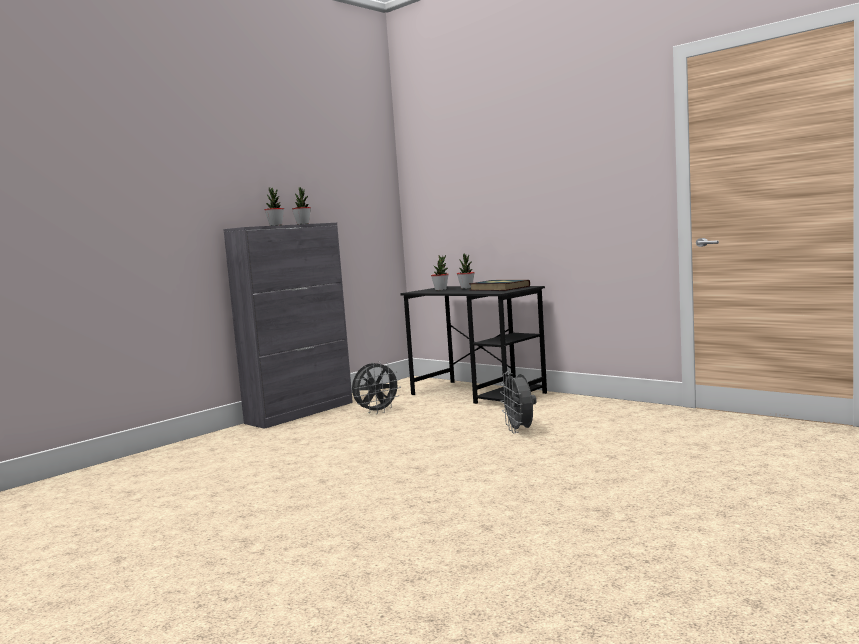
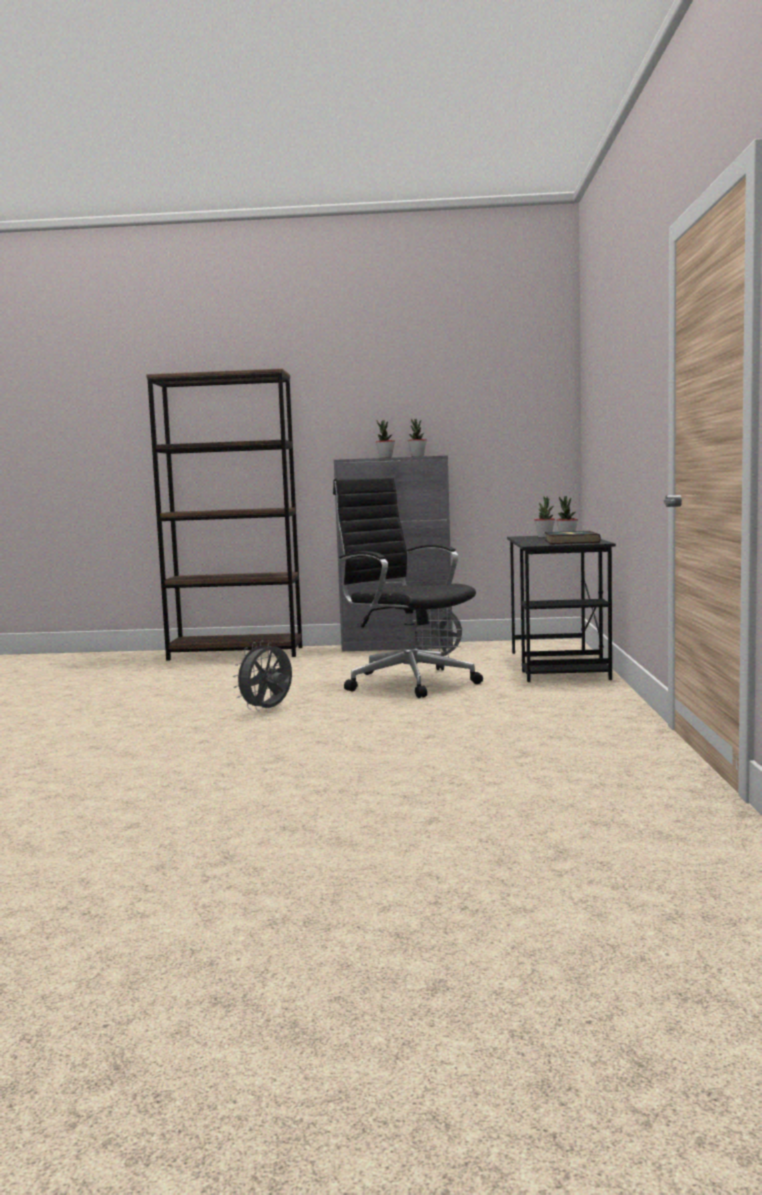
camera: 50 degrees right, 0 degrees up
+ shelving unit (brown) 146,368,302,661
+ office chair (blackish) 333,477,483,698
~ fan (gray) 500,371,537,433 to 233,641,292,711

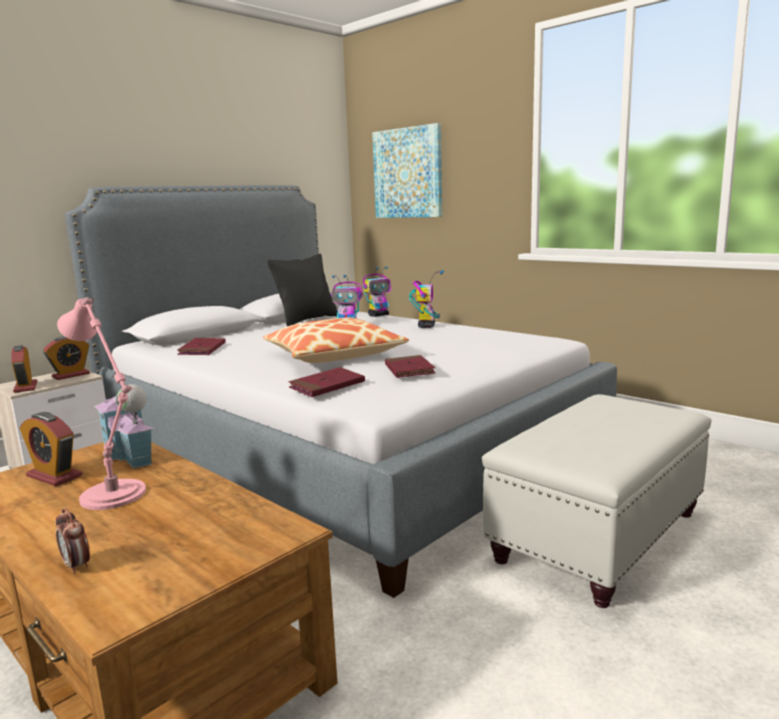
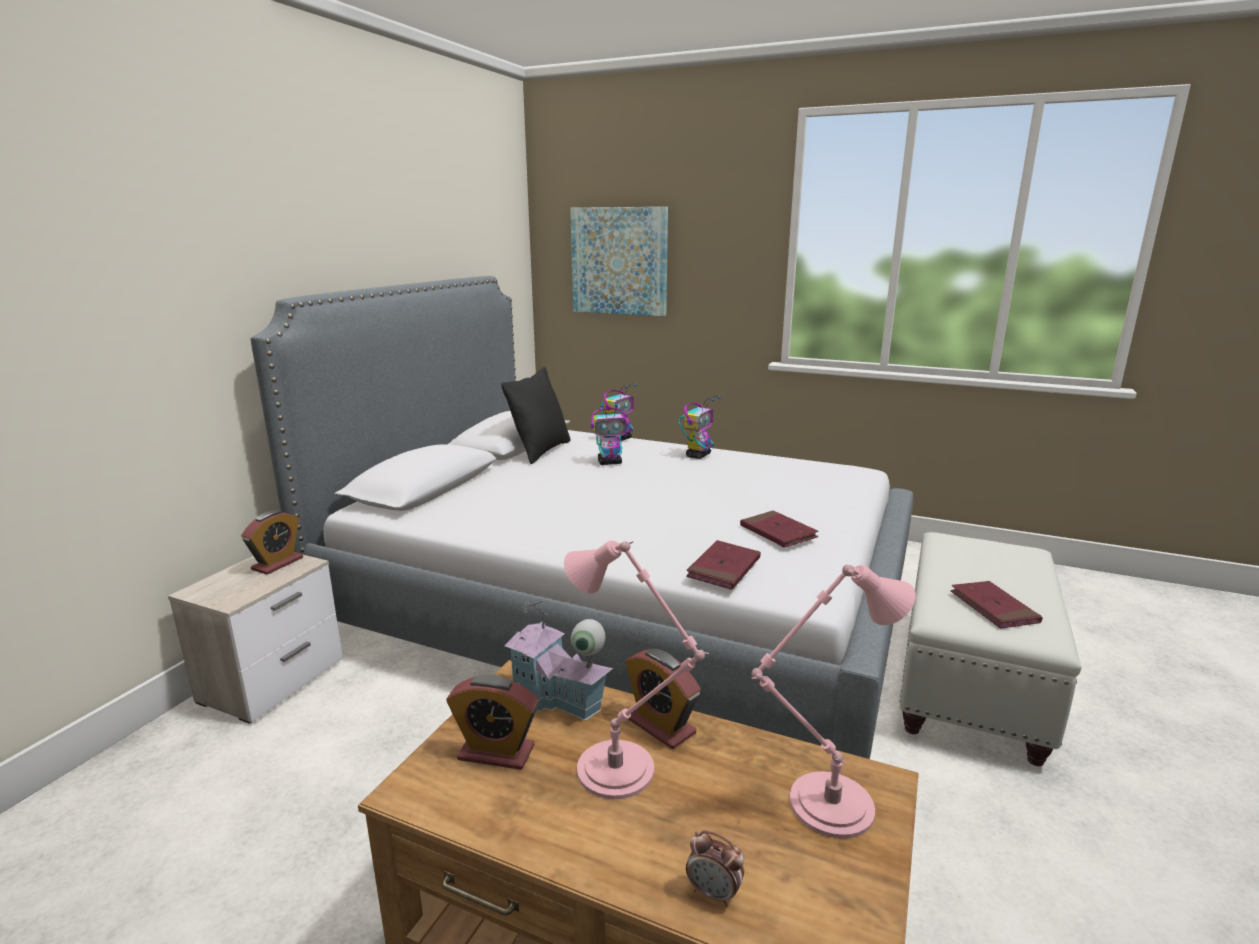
camera: 20 degrees left, 5 degrees up
- cushion 263,318,409,363
+ lamp for a table (pink) 751,565,916,839
~ alarm clock 11,345,37,393 to 626,649,701,749
~ bound book (red) 177,338,226,355 to 950,581,1043,629
~ toy robot 409,270,444,328 = 679,396,721,459 45 degrees clockwise

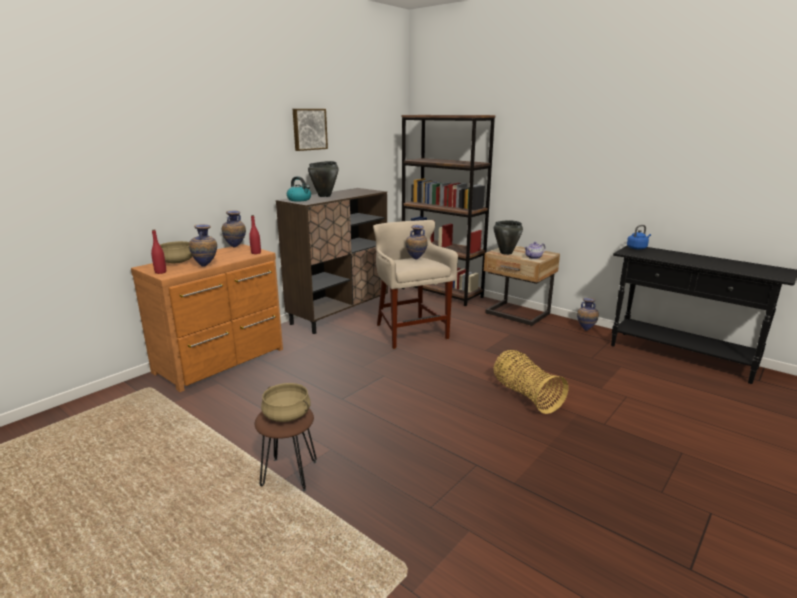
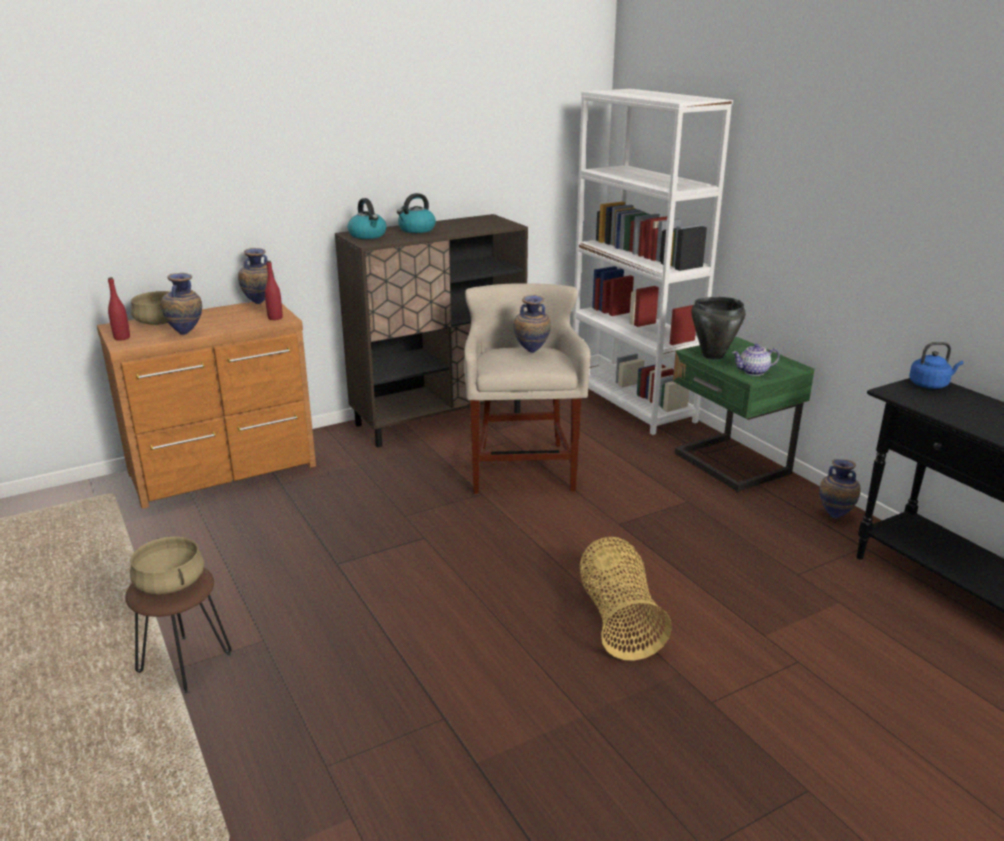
camera: 20 degrees right, 5 degrees up
- wall art 293,109,328,151
~ saucepot (blackish) 308,161,338,197 to water kettle 397,193,436,233
~ shelving unit (brown) 402,115,495,306 to shelving unit (whitish) 573,89,733,435
~ bedside table (sand-coloured) 484,246,560,326 to bedside table (greenish) 673,337,815,493

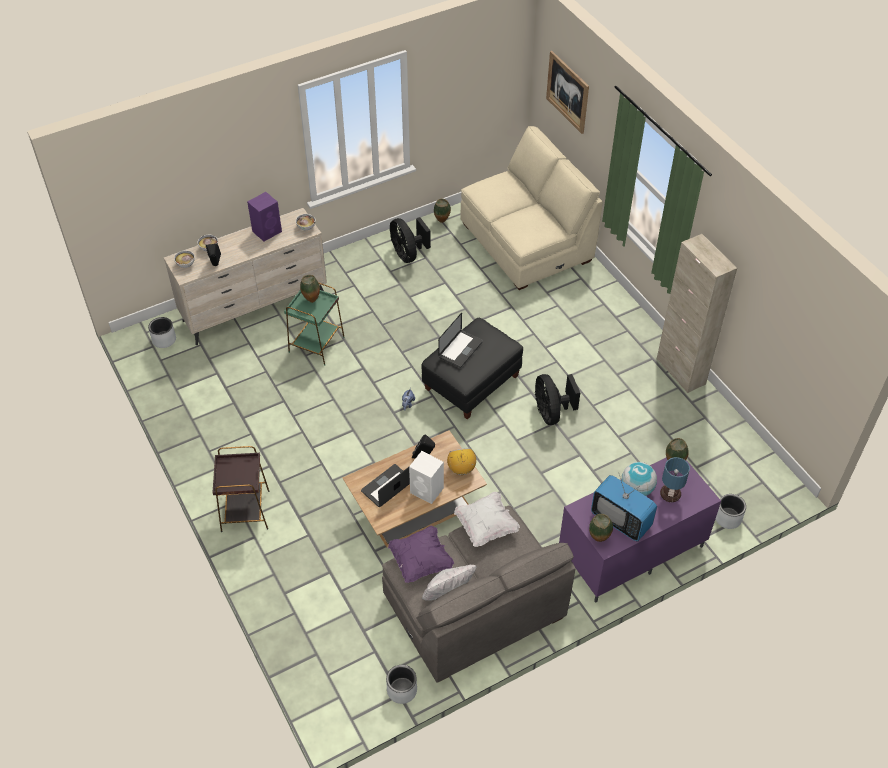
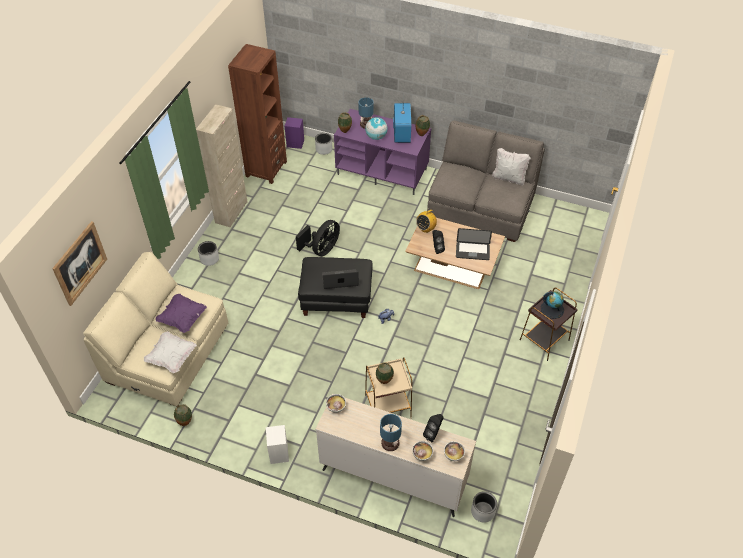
camera: 130 degrees left, 0 degrees up
- fan (blackish) 390,217,431,263
+ shelving unit (brown) 228,44,287,184
+ lamp for a table 380,414,402,451
+ desk globe 541,291,564,319
~ loudspeaker (purple) 247,192,282,241 to 285,117,304,149
~ flower pot (gray) 386,665,417,704 to 198,241,219,266
~ cushion (purple) 388,526,454,583 to 156,294,207,333
~ loudspeaker (whitish) 409,451,444,504 to 266,425,289,464
~ cushion (whitish) 454,492,520,547 to 143,331,197,373
~ side table (greenish) 284,282,345,366 to side table (sand-coloured) 365,357,412,418

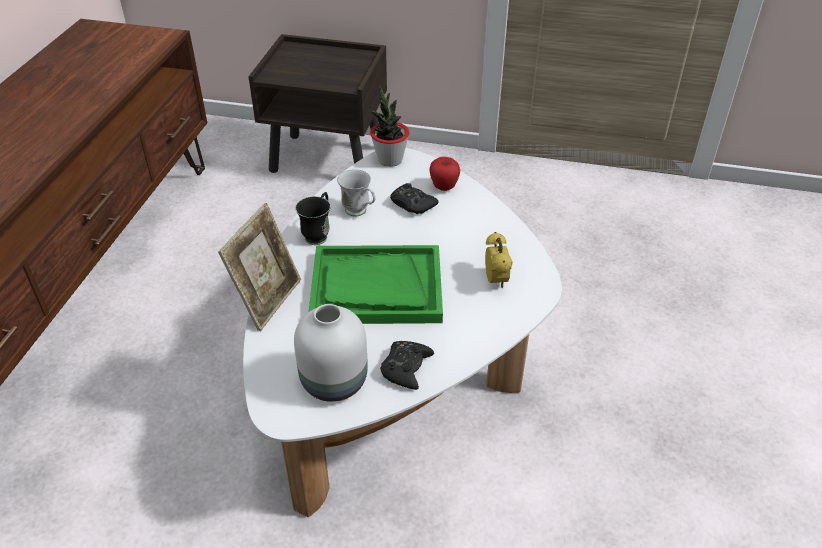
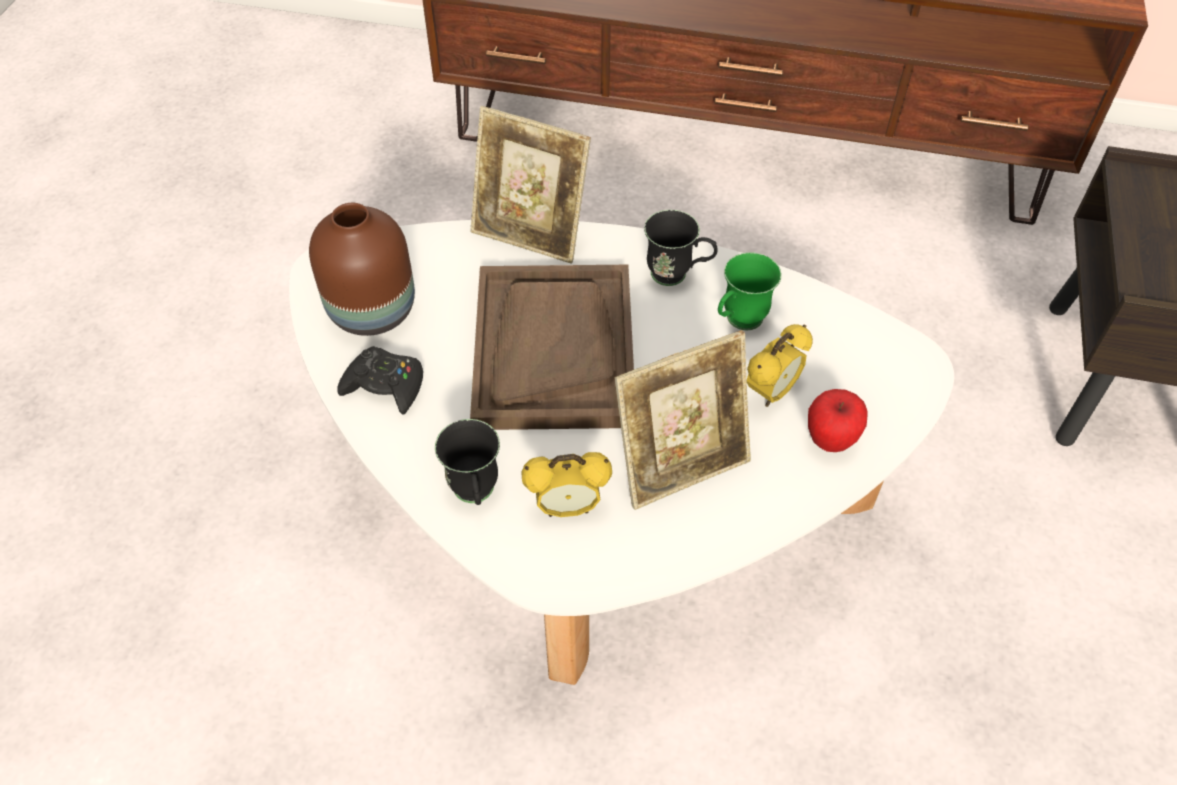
camera: 90 degrees right, 10 degrees up
- houseplant 370,87,409,167
+ mug (blackish) 435,419,500,505
+ standing frame 614,330,751,510
~ game controller (blackish) 390,183,439,214 to alarm clock 747,324,813,407
~ vase (whitish) 294,304,368,402 to vase (brown) 309,203,415,336
~ tray (greenish) 309,245,443,324 to tray (brown) 470,265,634,430
~ mug (whitish) 337,169,376,217 to mug (greenish) 718,252,782,330

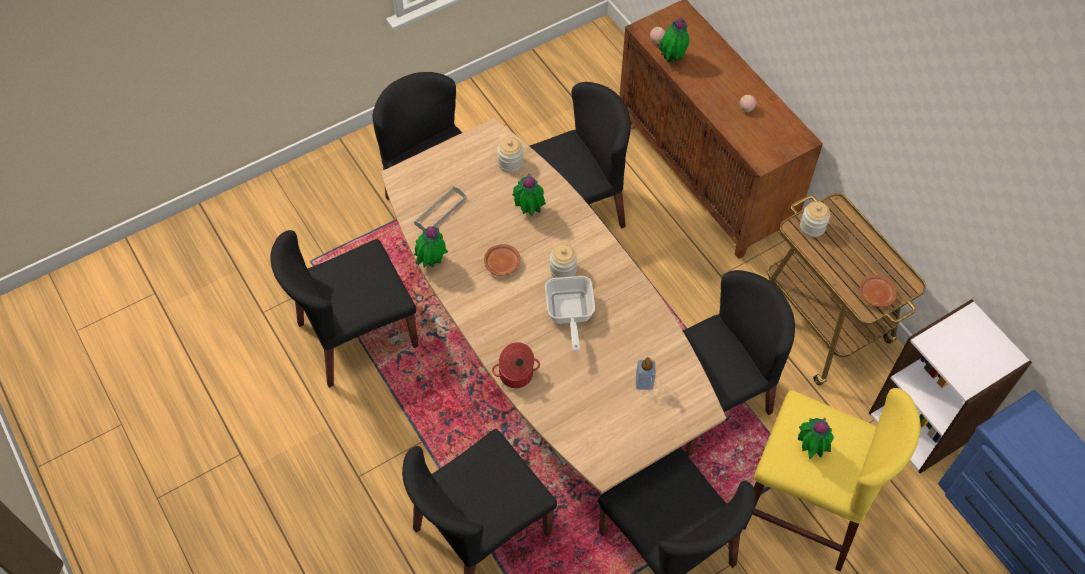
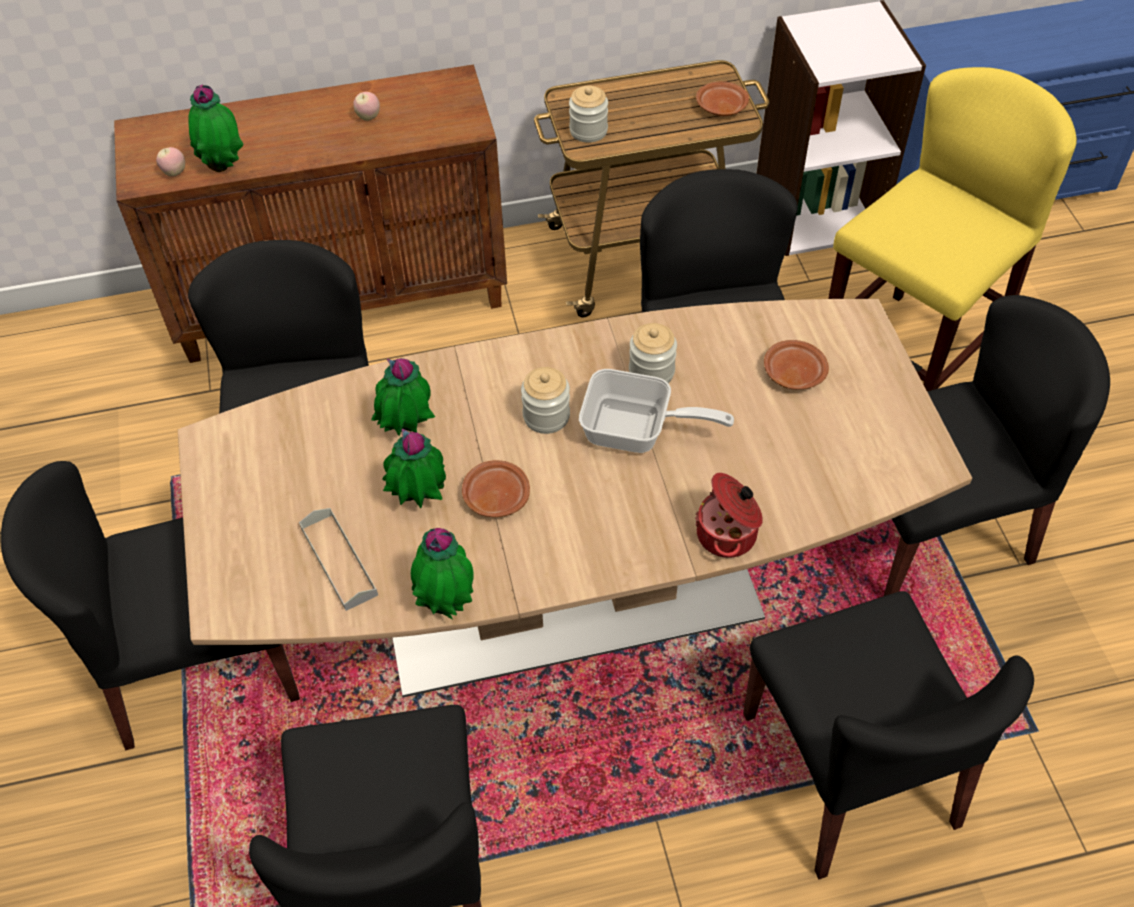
camera: 70 degrees left, 5 degrees down
~ jar 497,137,523,173 to 629,323,677,383
~ houseplant 797,418,834,459 to 382,428,446,508
~ liquid soap bottle 636,357,656,390 to plate (brown) 764,340,829,390

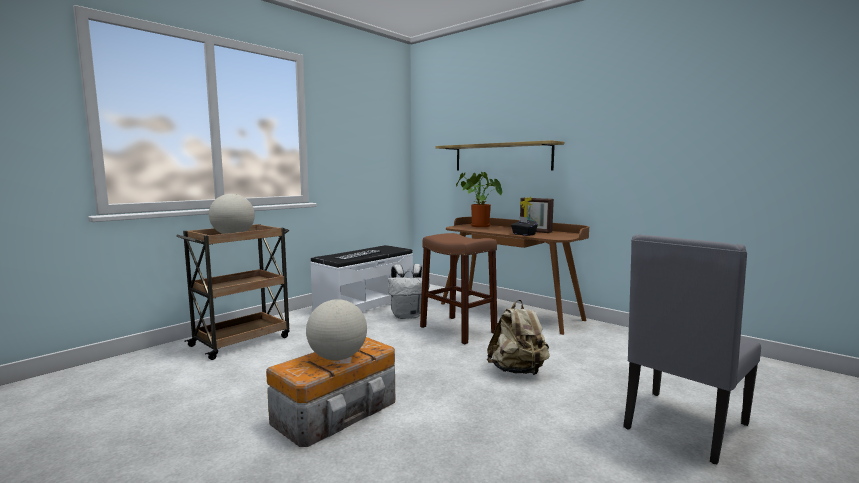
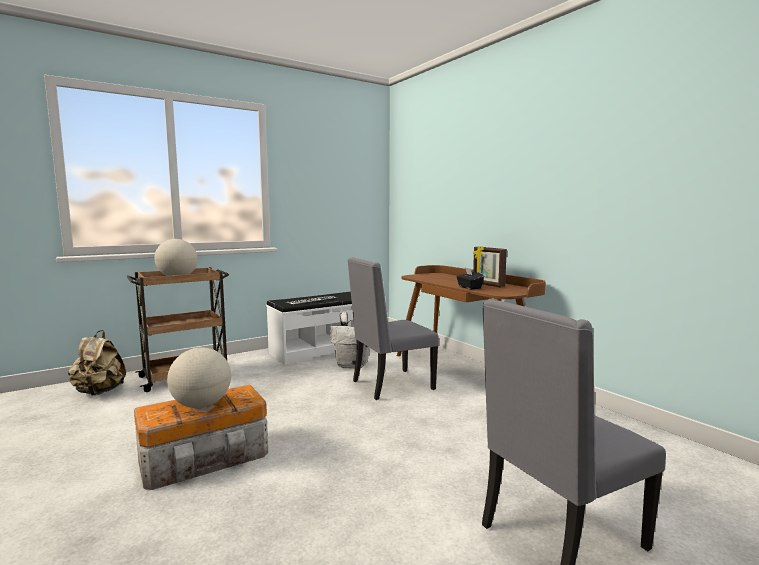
camera: 15 degrees right, 0 degrees up
- wall shelf 436,140,564,171
- houseplant 456,172,502,227
~ rucksack (sand-coloured) 487,300,550,375 to 68,330,126,396
~ stool seat (brown) 420,233,497,344 to plain chair (gray) 347,257,439,400

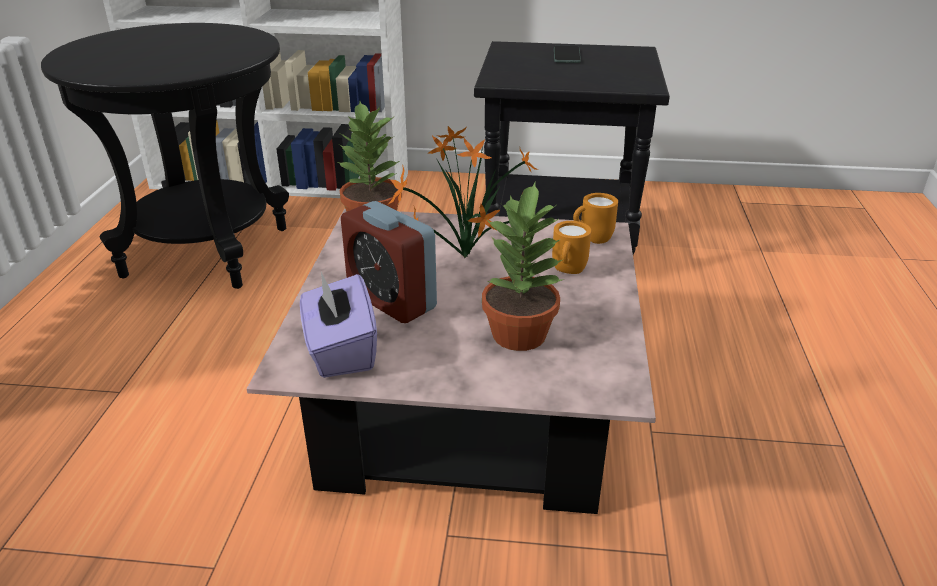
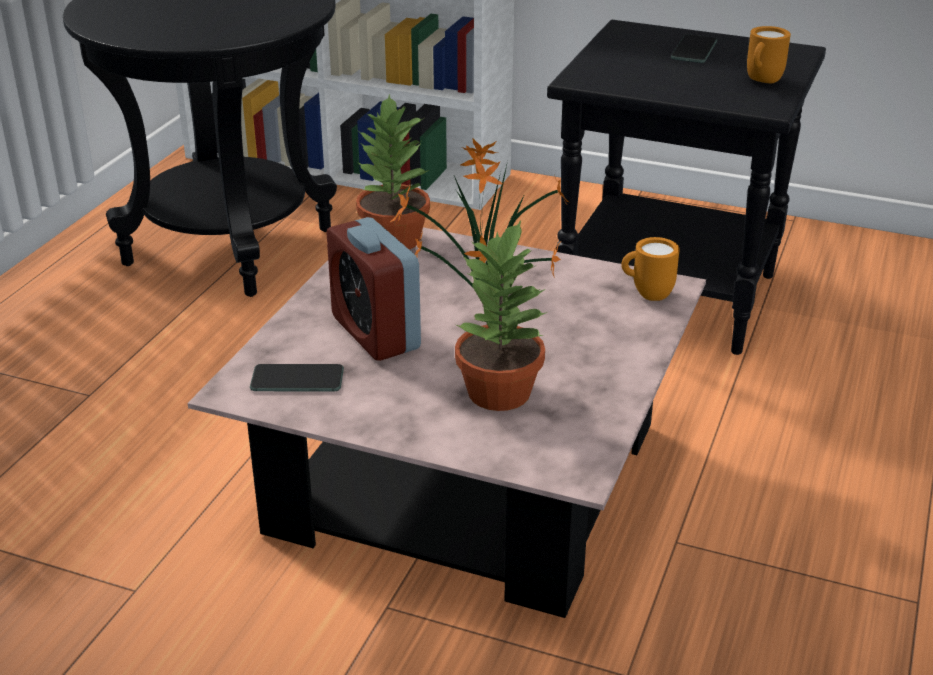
camera: 15 degrees right, 0 degrees up
~ mug (orange) 552,221,591,274 to 747,26,791,83
~ box of tissues (purple) 300,272,377,378 to telephone 250,364,344,392

